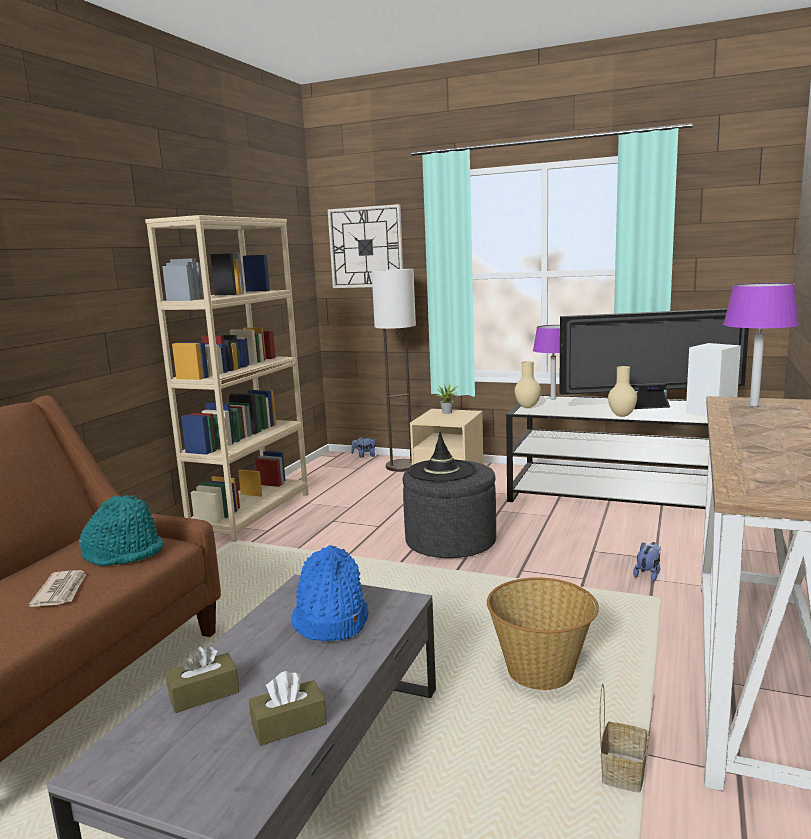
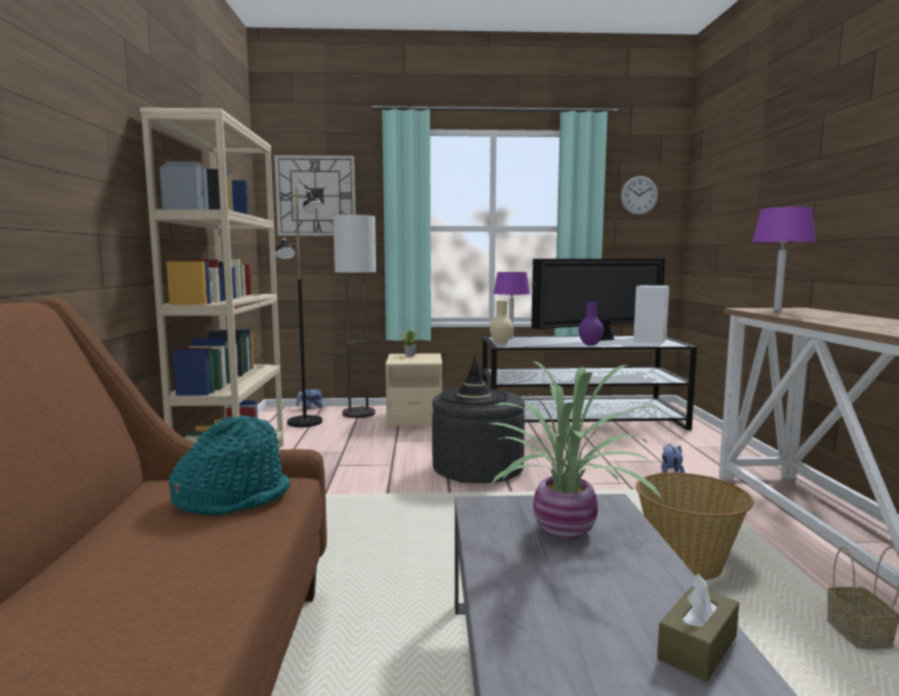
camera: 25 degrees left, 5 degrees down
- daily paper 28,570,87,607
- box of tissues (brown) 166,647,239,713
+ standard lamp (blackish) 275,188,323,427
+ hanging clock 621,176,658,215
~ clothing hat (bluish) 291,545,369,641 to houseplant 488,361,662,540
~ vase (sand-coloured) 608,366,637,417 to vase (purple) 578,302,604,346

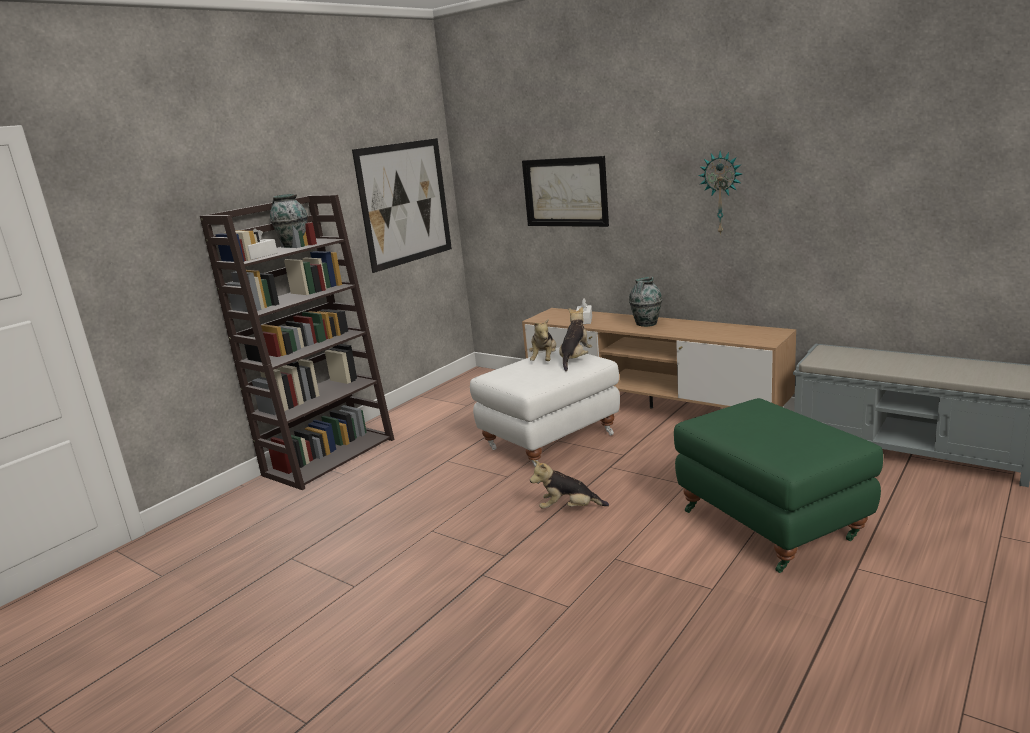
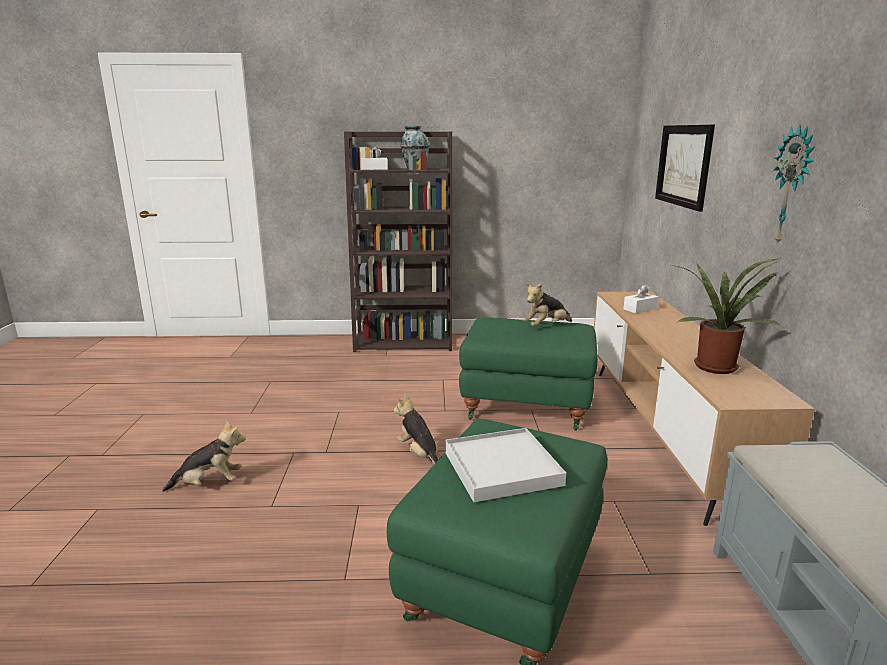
camera: 50 degrees right, 0 degrees up
- wall art 352,138,452,273
- vase 629,276,662,327
+ tray (whitish) 445,428,566,502
+ houseplant 671,259,781,374
~ soft toy 559,307,592,371 to 162,420,246,492
~ ottoman (whitish) 470,348,620,467 to ottoman (greenish) 459,317,598,430

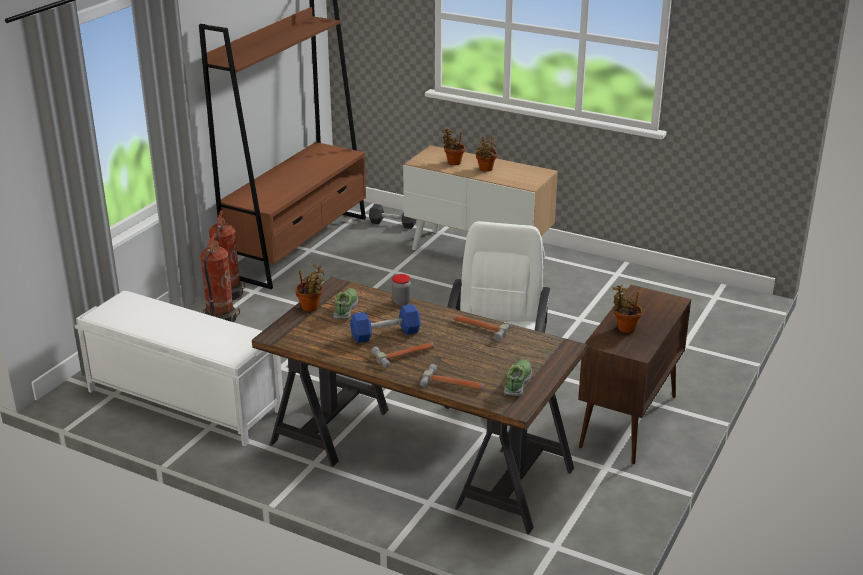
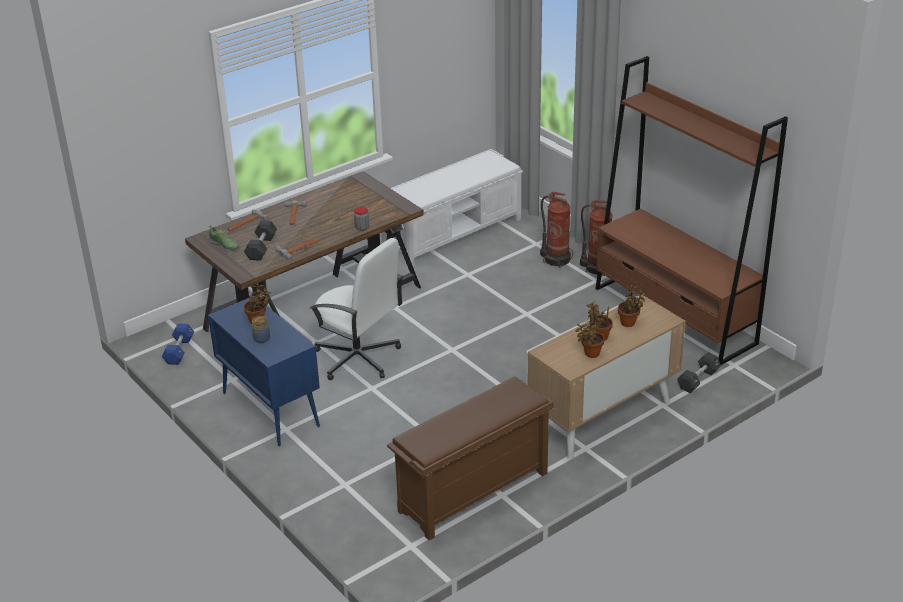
camera: 115 degrees right, 5 degrees up
- shoe 333,288,358,319
+ dumbbell (blackish) 244,220,277,261
+ jar 252,316,270,343
+ shoe rack (brown) 387,376,554,540
~ houseplant 295,265,324,312 to 576,320,604,358
~ dumbbell (bluish) 350,304,421,343 to 162,323,194,365
~ cupboard (brown) 578,285,691,464 to cupboard (bluish) 208,296,320,446

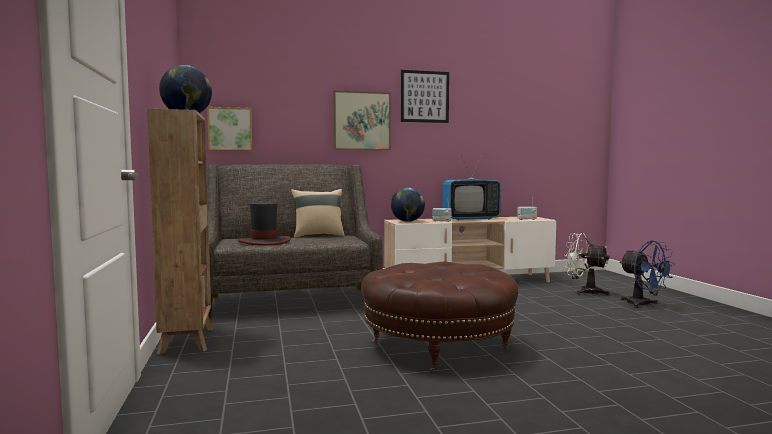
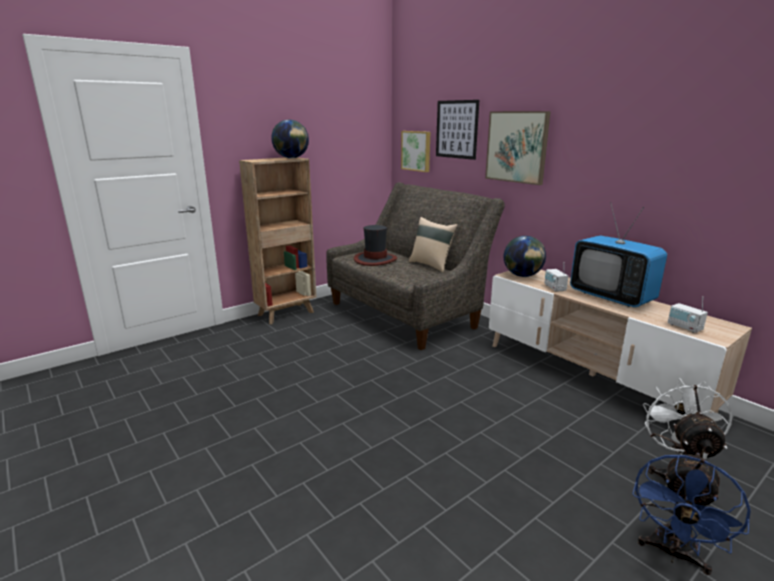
camera: 65 degrees right, 15 degrees up
- ottoman (brown) 361,262,518,372
~ wall art 401,70,449,123 to 436,100,479,160

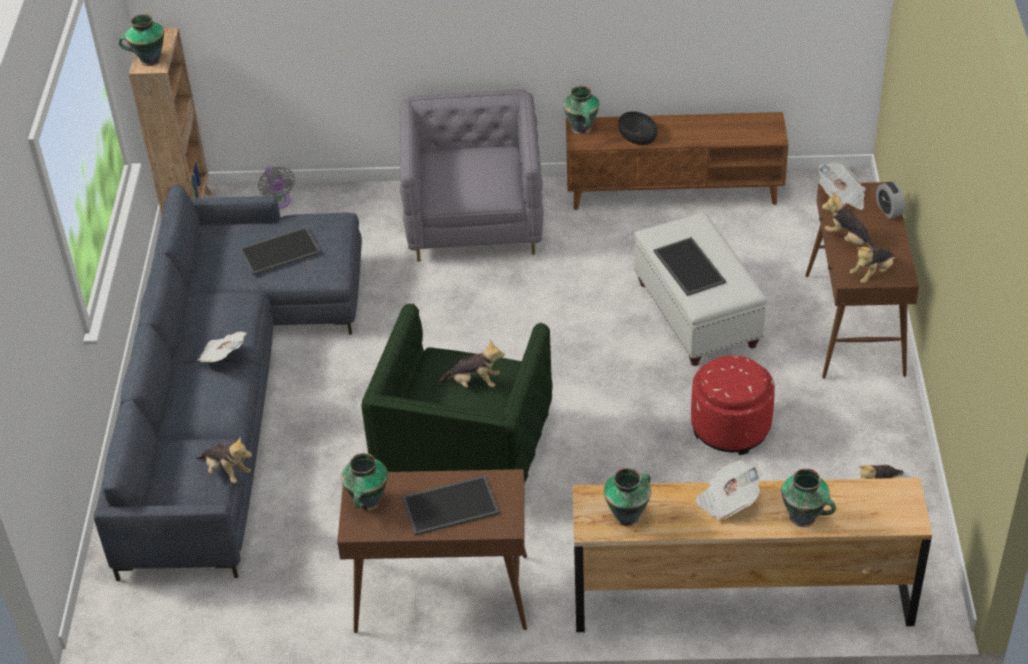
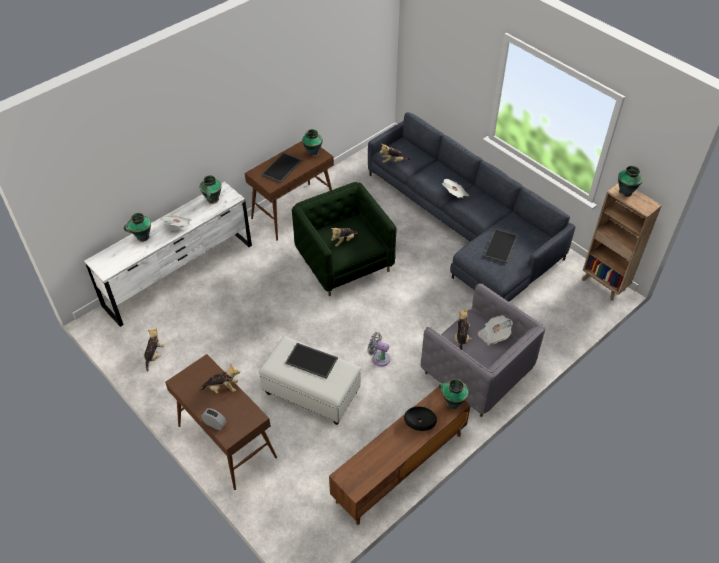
camera: 135 degrees right, 5 degrees up
- ottoman (red) 691,356,775,455
~ fan (gray) 258,166,295,209 to 367,332,390,366
~ daily paper 818,162,866,210 to 478,315,513,345
~ soft toy 850,247,896,284 to 455,308,472,350
~ drawer chest (brown) 573,478,932,632 to drawer chest (whitish) 85,182,252,327

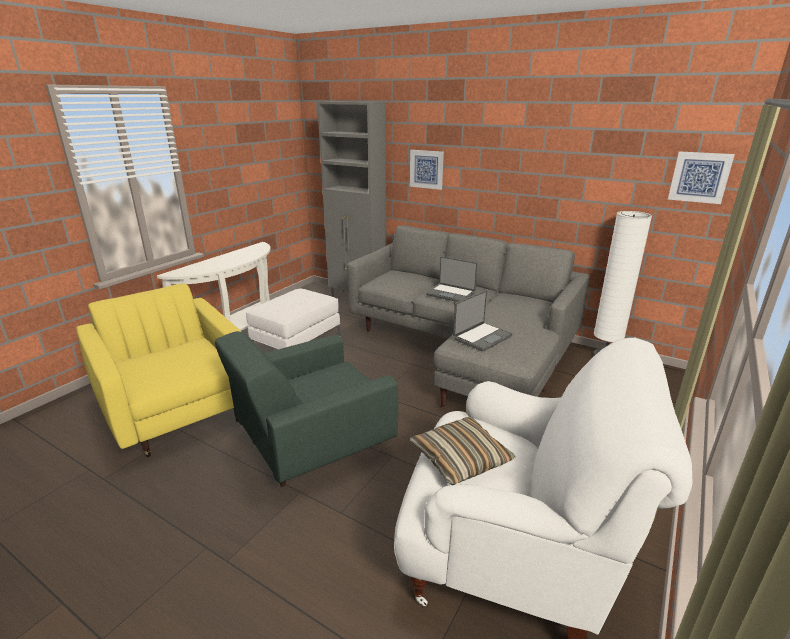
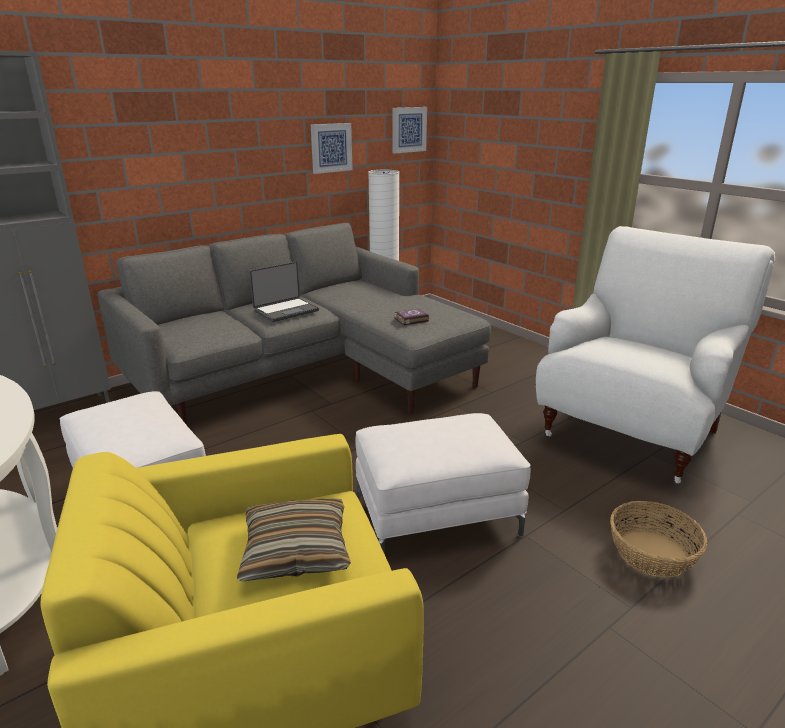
camera: 70 degrees left, 0 degrees up
+ basket 610,501,707,578
~ wall art 410,150,444,190 to 311,123,353,174
~ cushion 410,417,515,485 to 237,499,351,581
~ armchair (greenish) 215,331,398,487 to ottoman (whitish) 355,413,530,554
~ portable computer 453,291,513,352 to bound book 394,309,429,325

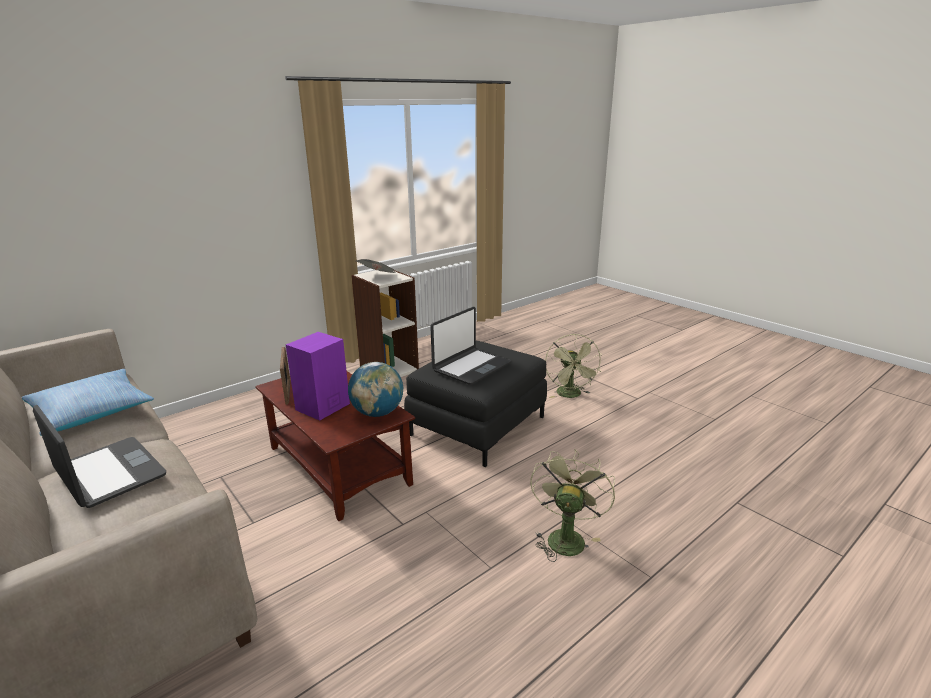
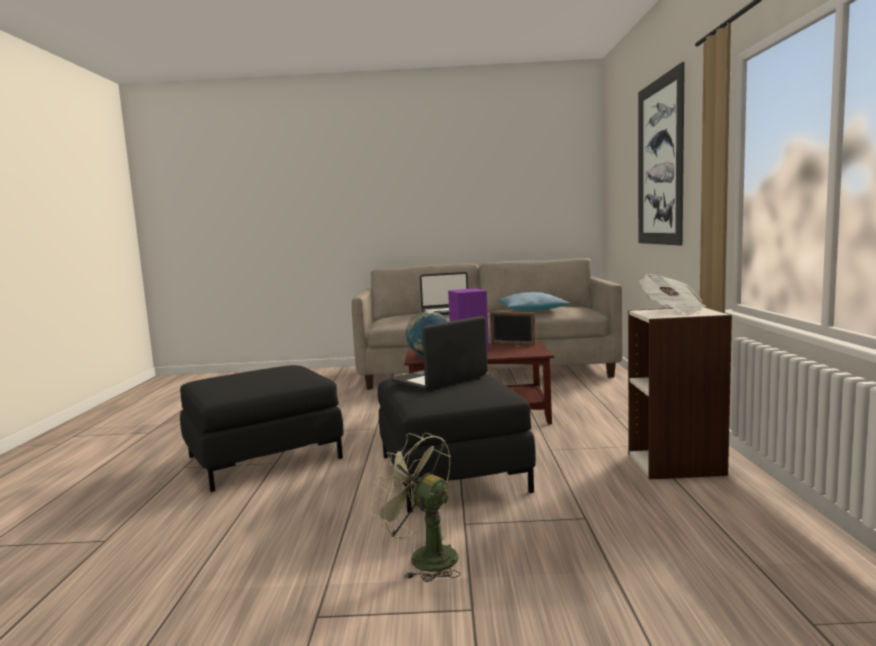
camera: 130 degrees right, 15 degrees down
+ wall art 638,62,685,246
~ fan (greenish) 530,450,615,562 to ottoman (blackish) 180,365,343,492
~ portable computer 430,307,511,385 = 391,316,488,391 60 degrees clockwise

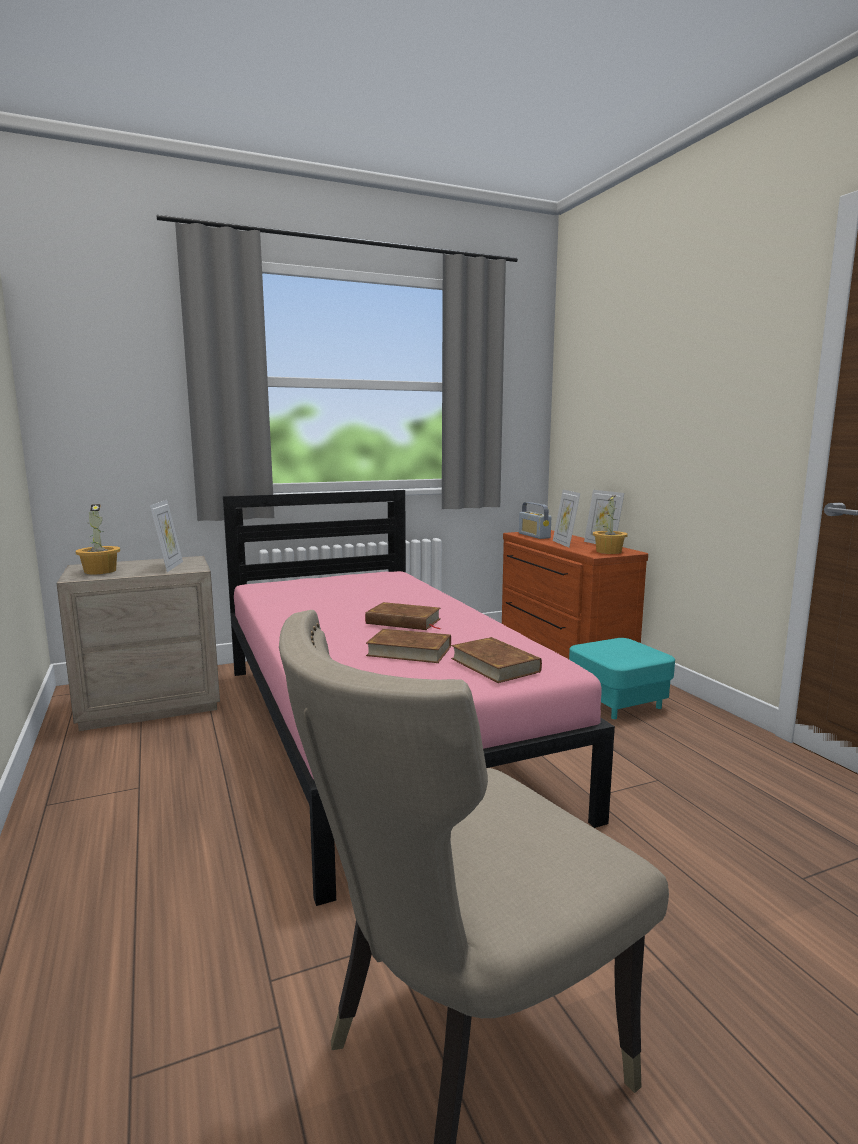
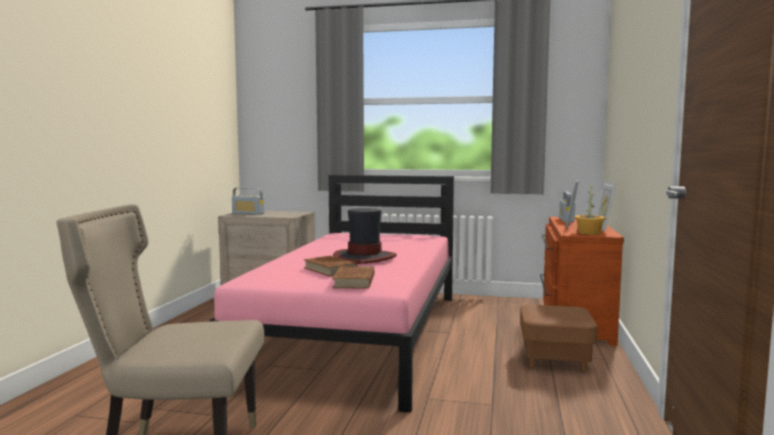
camera: 35 degrees right, 5 degrees down
- standing frame 149,500,183,572
~ houseplant 75,504,120,574 to radio receiver 232,188,264,215
~ bound book (brown) 365,602,442,630 to clothing hat 333,208,397,264
~ ottoman (blue-green) 569,638,675,719 to ottoman (brown) 520,305,597,371

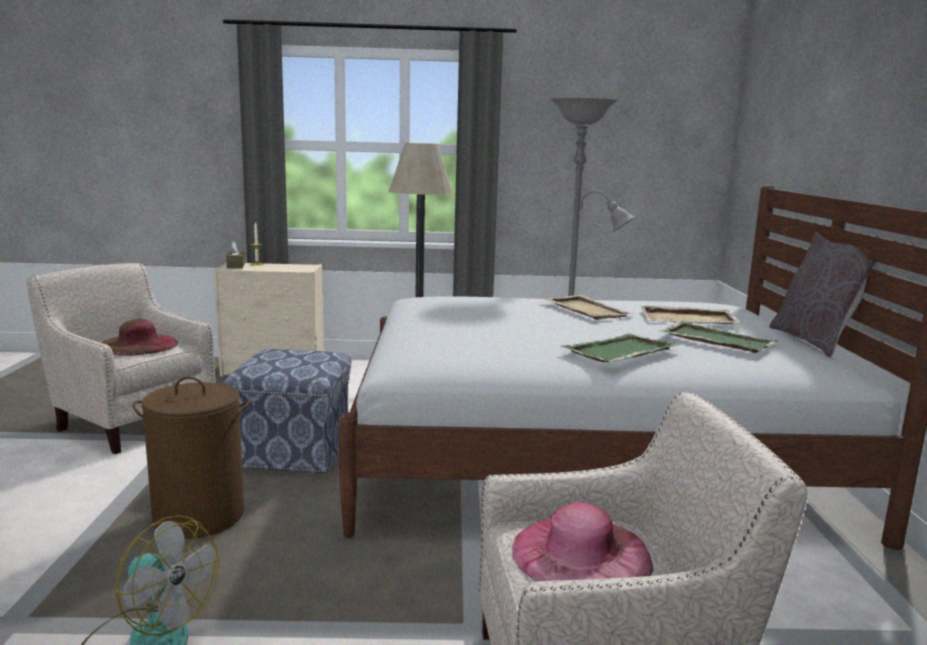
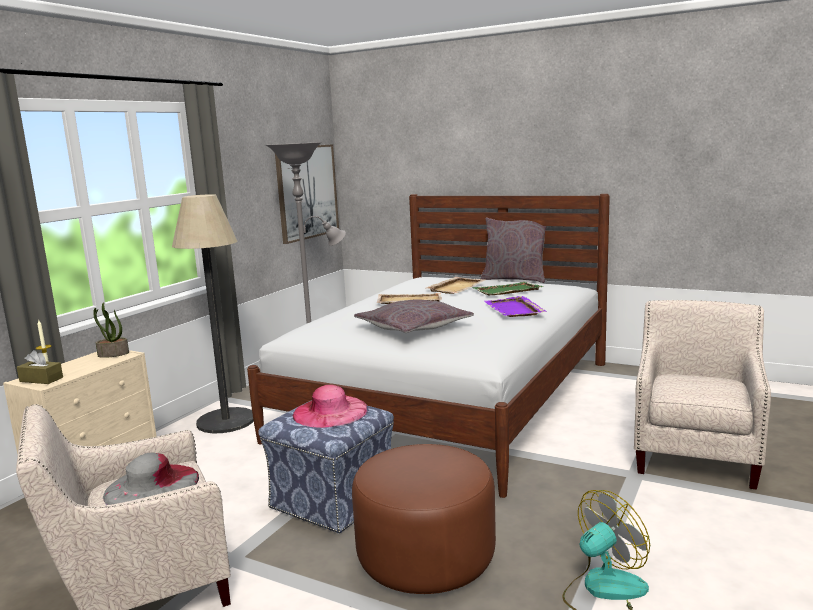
camera: 60 degrees left, 0 degrees up
+ houseplant 93,302,129,358
+ wall art 275,144,339,244
+ cushion (gray) 354,299,474,333
~ clothing hat (pink) 512,502,654,582 to 293,385,369,428
~ washing basket (brown) 133,376,250,539 to ottoman (brown) 352,444,496,594
~ clothing hat (brown) 102,319,178,356 to clothing hat (gray) 103,453,199,505
~ tray (greenish) 560,333,678,362 to tray (purple) 485,296,547,317

